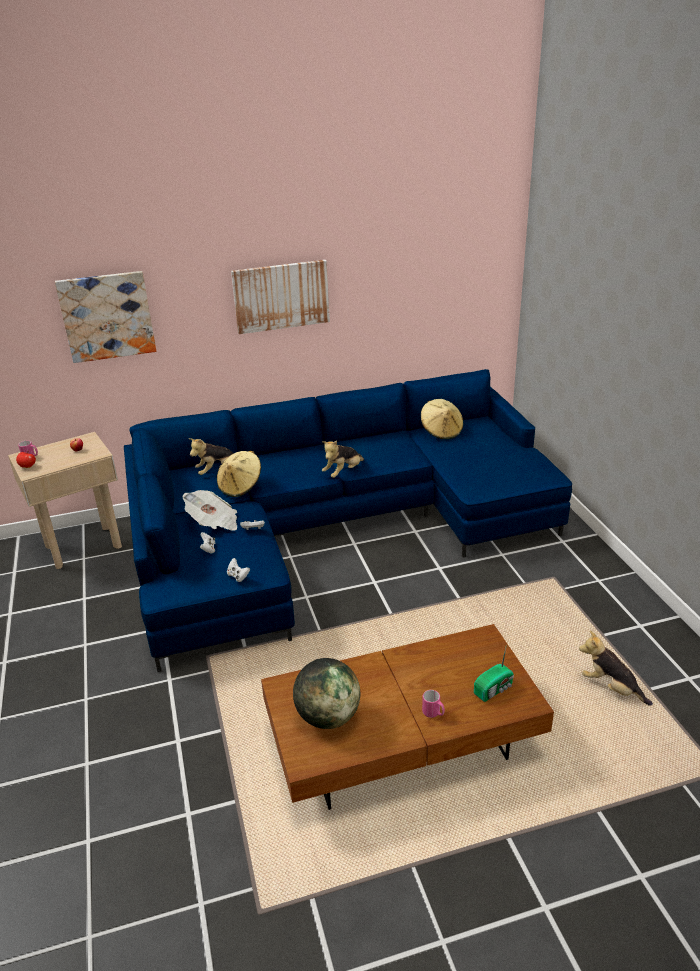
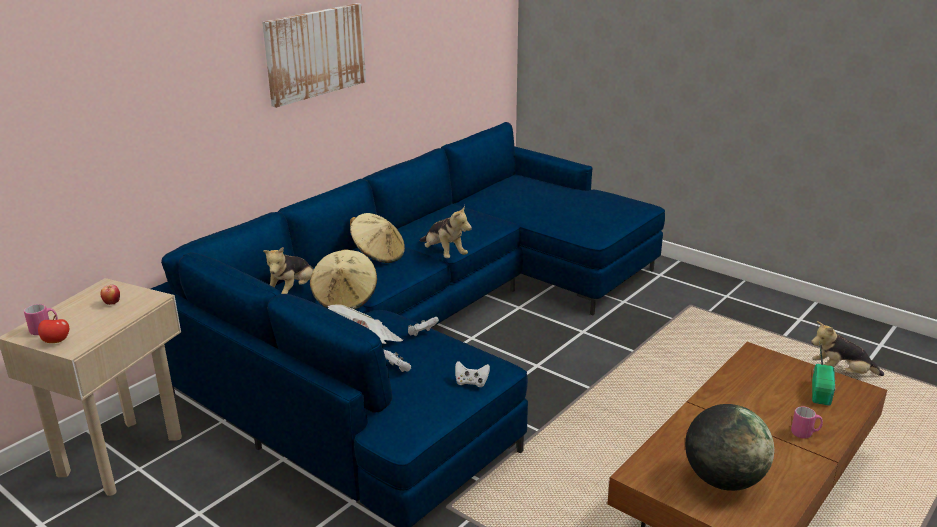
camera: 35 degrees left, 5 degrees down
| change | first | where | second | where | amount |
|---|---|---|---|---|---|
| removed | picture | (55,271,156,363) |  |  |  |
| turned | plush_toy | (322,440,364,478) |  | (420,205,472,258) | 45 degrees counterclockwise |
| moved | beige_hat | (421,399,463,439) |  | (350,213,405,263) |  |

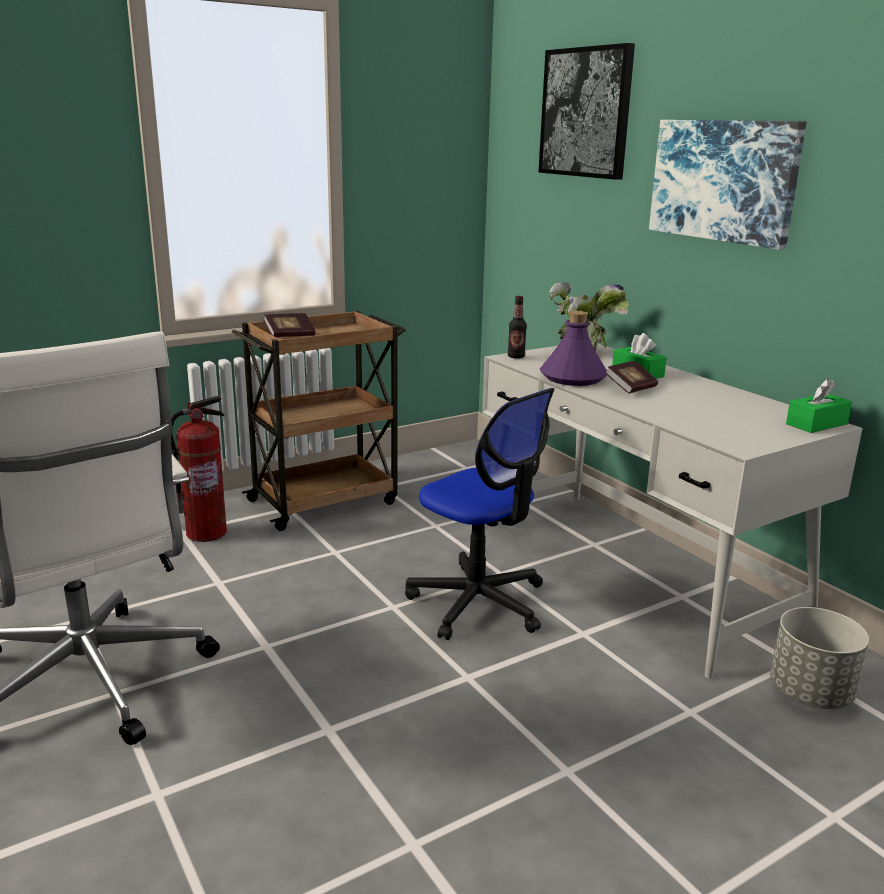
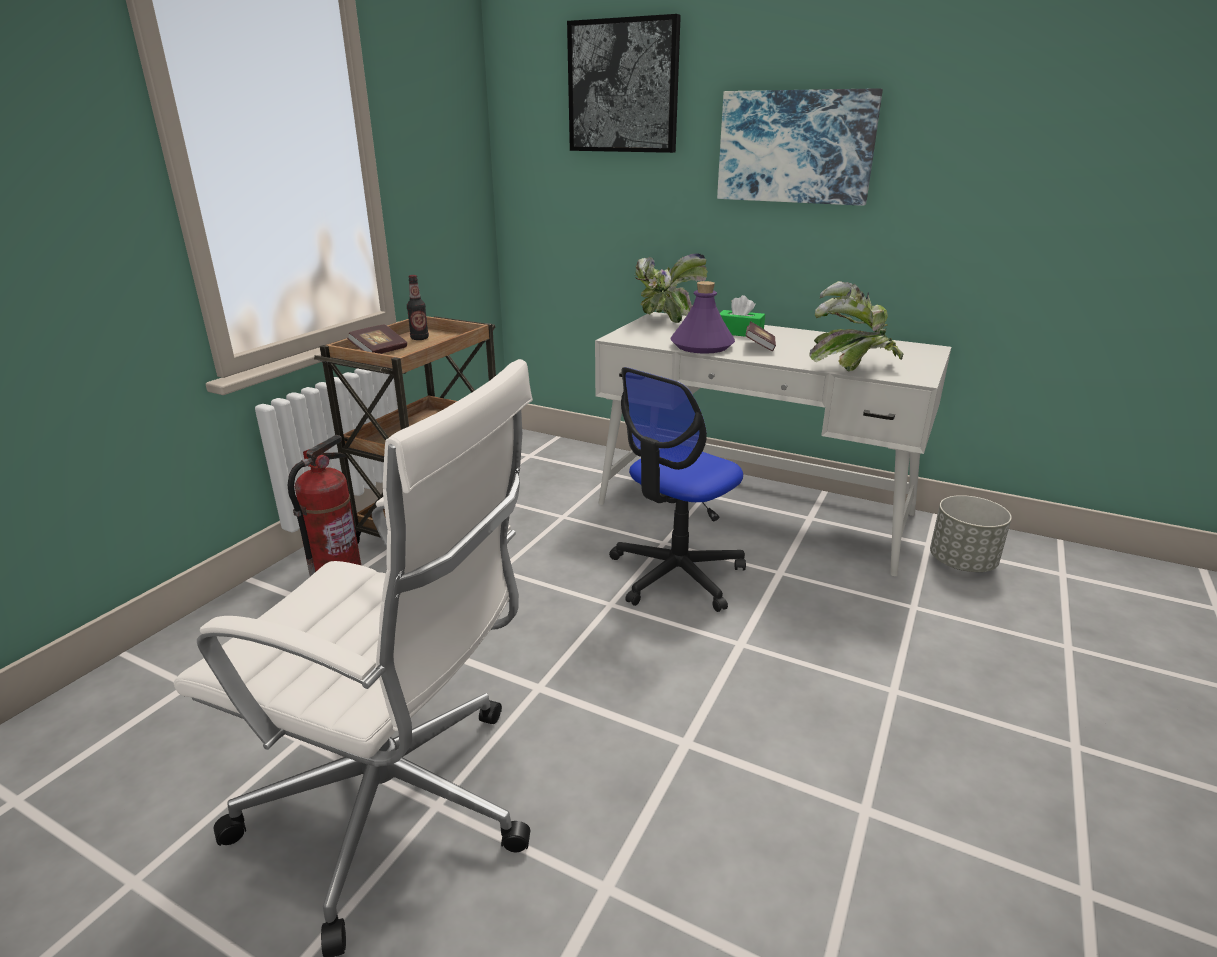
camera: 30 degrees left, 5 degrees up
| change | first | where | second | where | amount |
|---|---|---|---|---|---|
| turned | office_chair | (405,388,555,640) |  | (609,367,746,612) | 120 degrees clockwise |
| moved | bottle | (508,296,527,359) |  | (407,275,429,340) |  |
| removed | green_tissue_box | (786,378,852,433) |  |  |  |
| added |  |  | potted_plant | (810,281,903,372) |  |

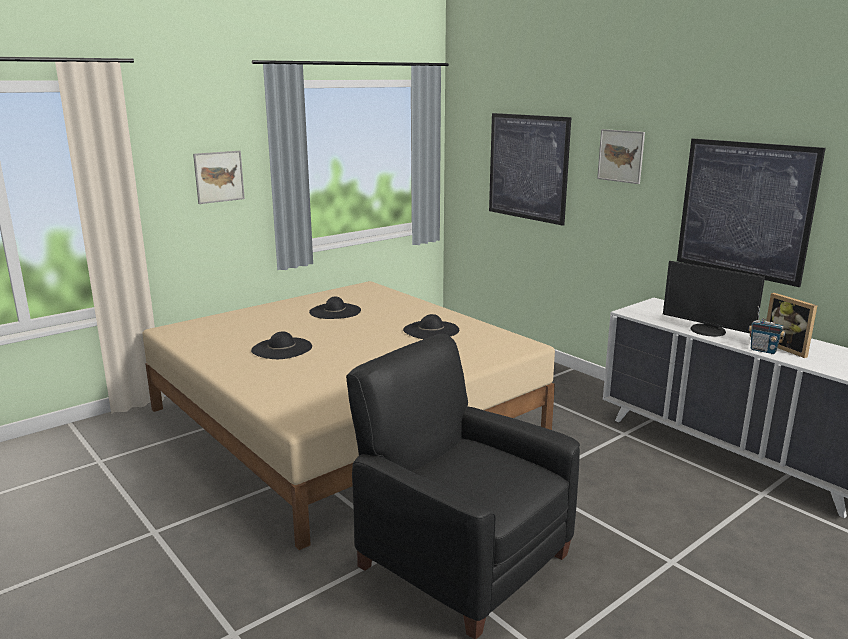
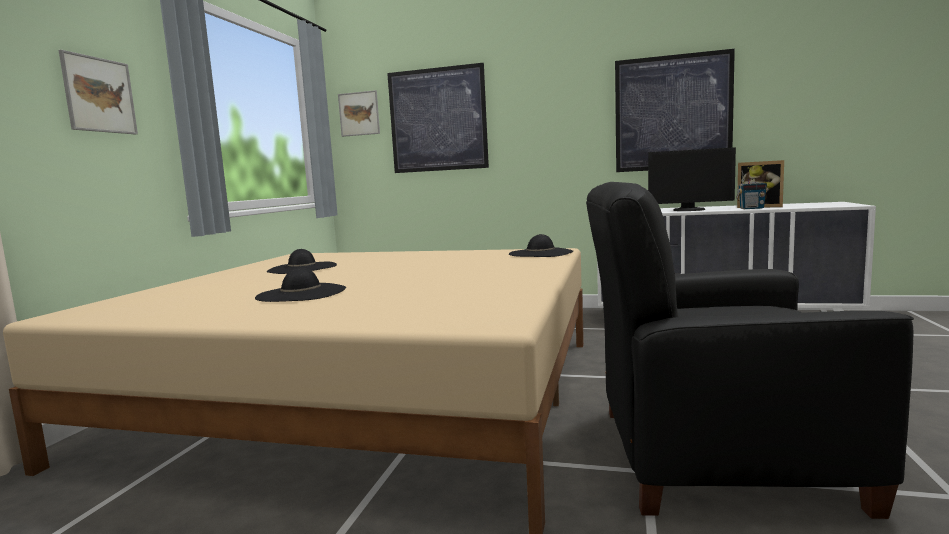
camera: 35 degrees left, 10 degrees down
| change | first | where | second | where | amount |
|---|---|---|---|---|---|
| moved | black_hat | (403,314,459,339) |  | (509,234,573,257) |  |
| moved | picture | (597,129,645,184) |  | (338,90,380,137) |  |

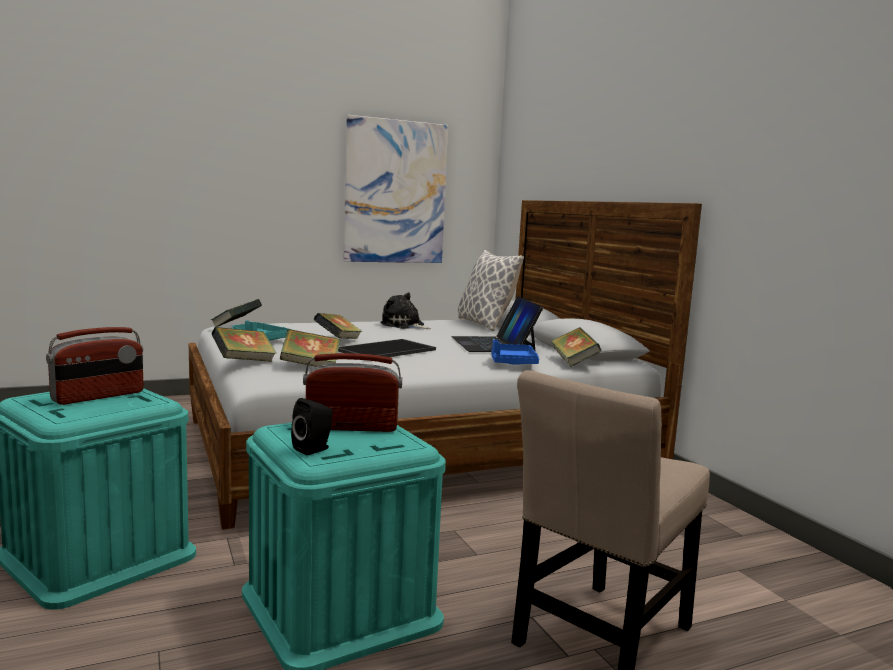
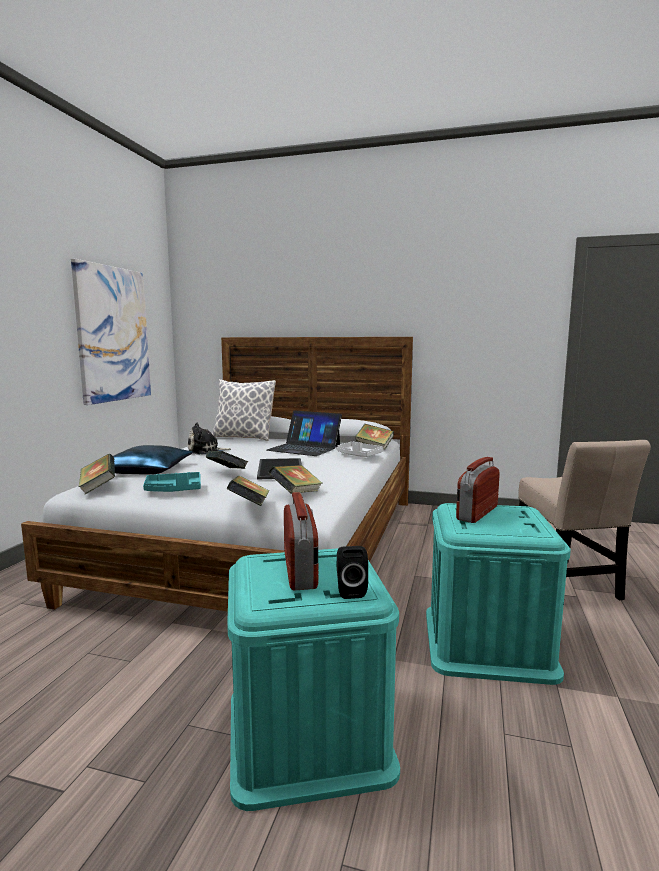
camera: 50 degrees left, 0 degrees up
| change | first | where | second | where | amount |
|---|---|---|---|---|---|
| moved | black_speaker | (291,398,333,455) |  | (337,546,368,599) |  |
| recoloured | blue_tray | (492,339,539,365) | grey_tray | (337,441,384,457) |  |
| added |  |  | blue_pillow | (113,445,193,474) |  |

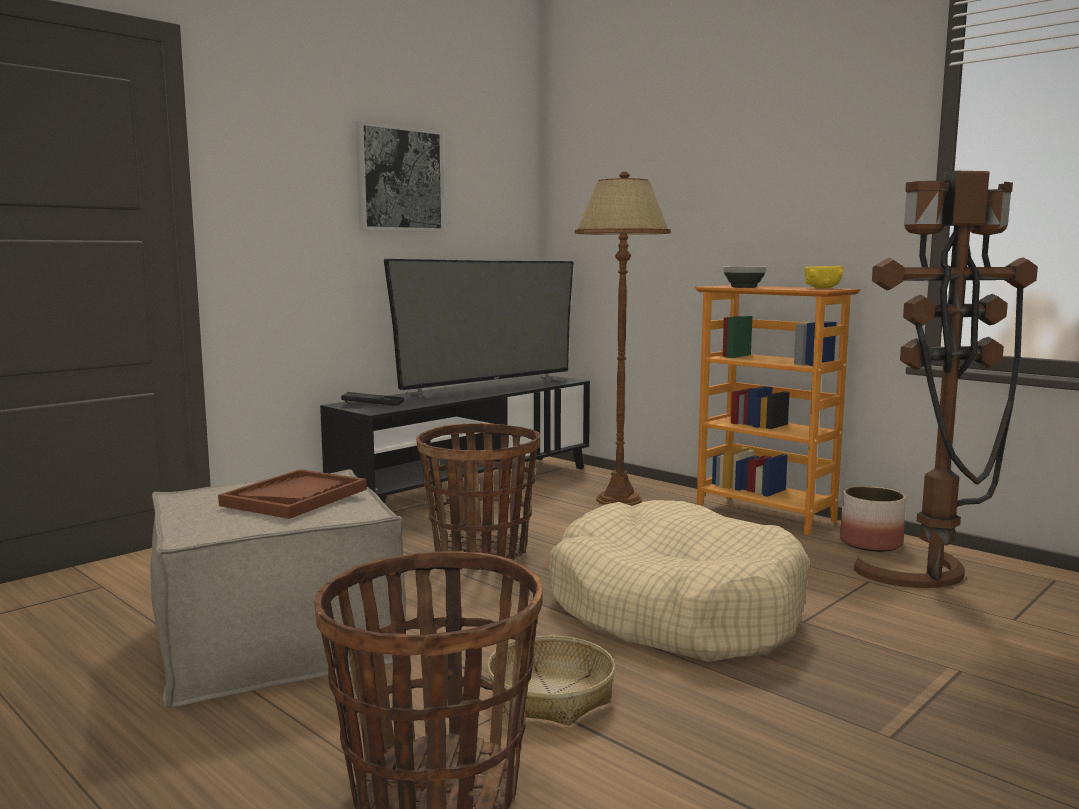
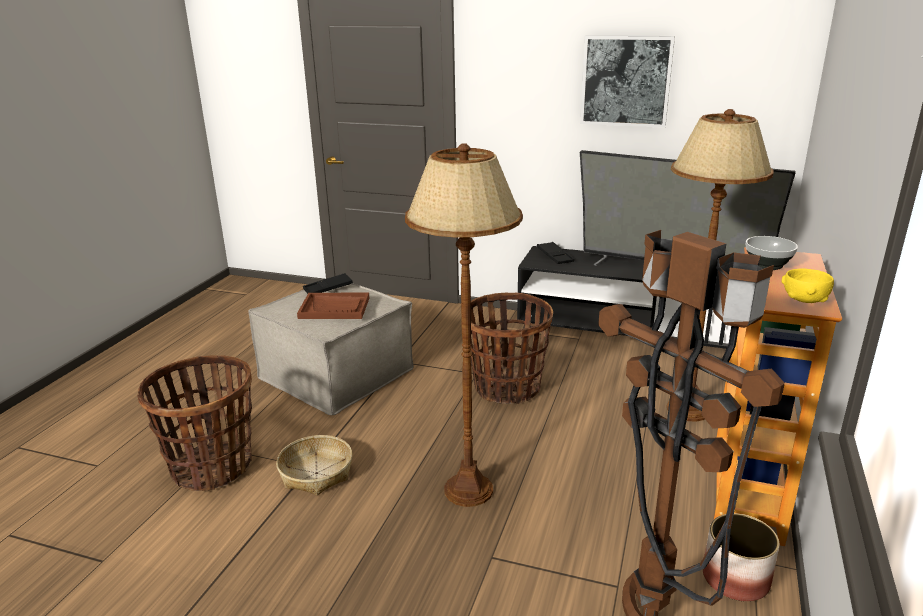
camera: 65 degrees right, 15 degrees up
| change | first | where | second | where | amount |
|---|---|---|---|---|---|
| replaced | beige_dog_bed | (549,500,809,662) | brown_floor_lamp | (405,143,523,507) |  |
| added |  |  | black_tray | (303,273,353,294) |  |

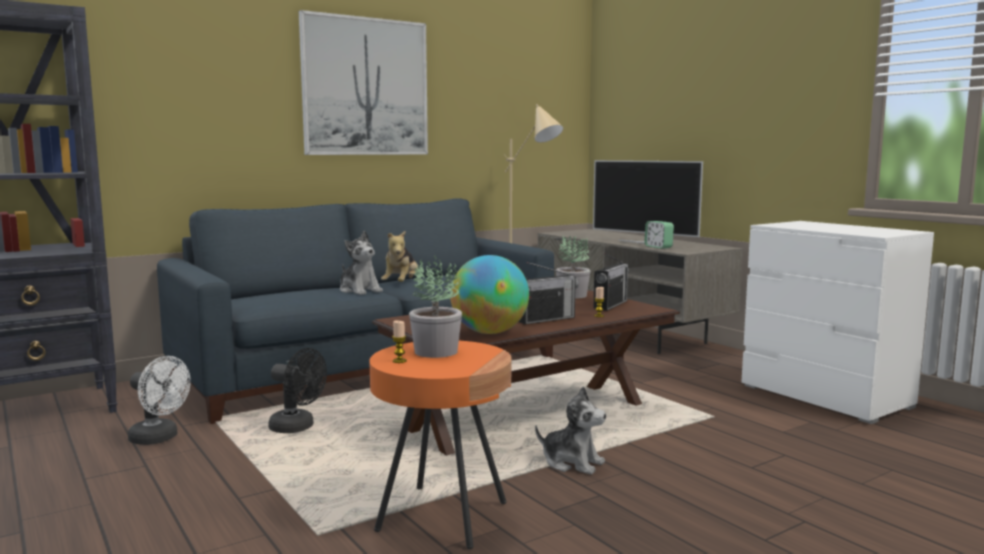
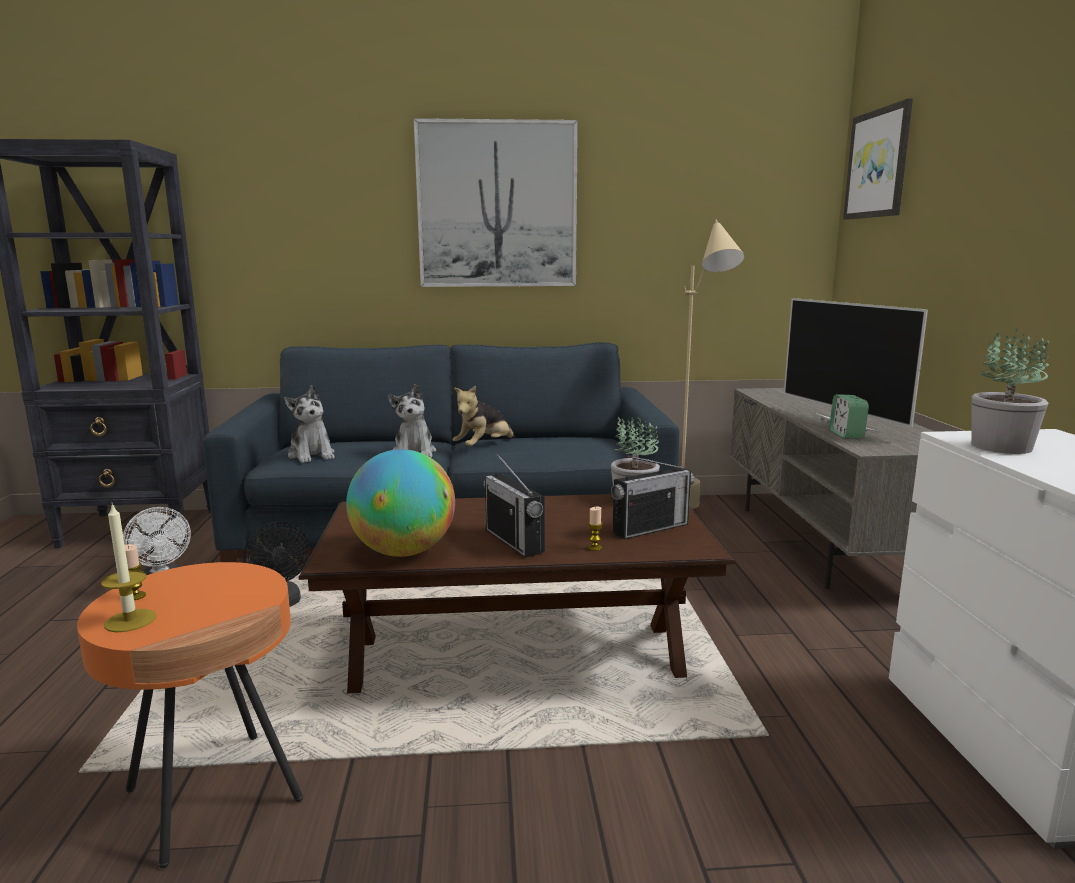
camera: 30 degrees right, 5 degrees up
| change | first | where | second | where | amount |
|---|---|---|---|---|---|
| moved | potted_plant | (409,255,462,358) |  | (971,328,1049,454) |  |
| turned | radio | (519,262,579,325) |  | (483,453,545,558) | 60 degrees clockwise |
| moved | plush_toy | (535,386,606,475) |  | (284,385,335,463) |  |
| added |  |  | candle | (101,503,156,632) |  |
| added |  |  | picture | (843,98,913,220) |  |

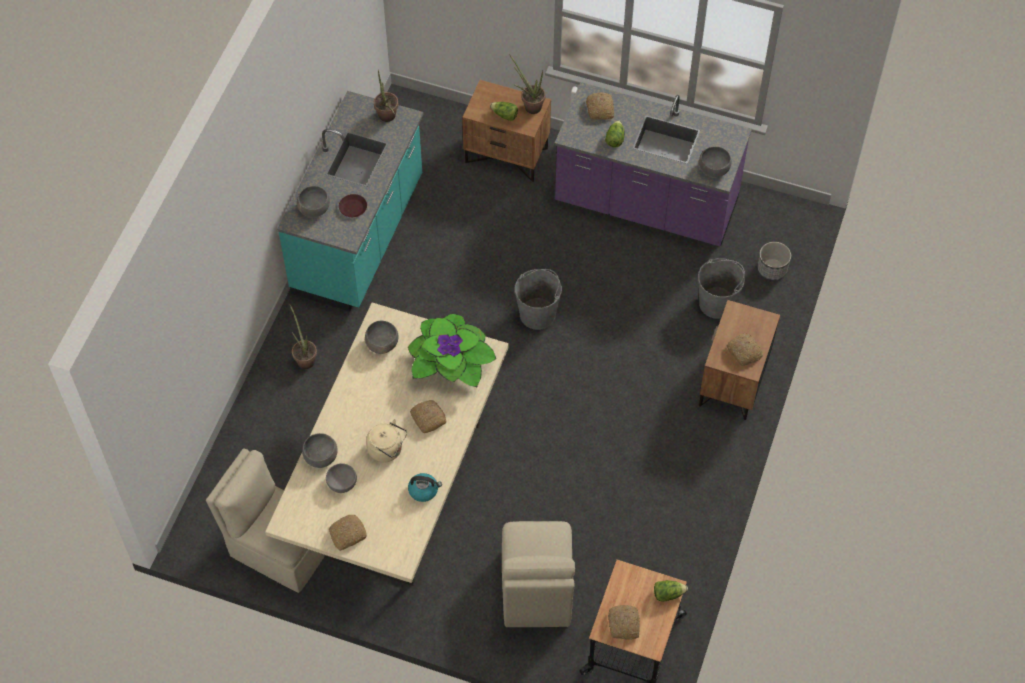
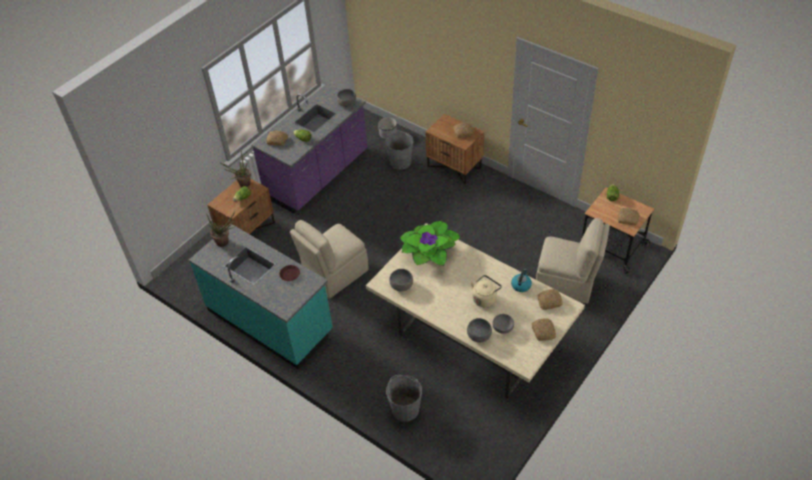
camera: 70 degrees left, 10 degrees down
| change | first | where | second | where | amount |
|---|---|---|---|---|---|
| moved | beige_chair | (206,448,325,593) |  | (290,220,368,298) |  |
| removed | potted_plant | (289,304,317,369) |  |  |  |
| removed | grey_bowl | (297,186,330,217) |  |  |  |
| moved | bread | (410,400,447,433) |  | (538,289,563,310) |  |
| moved | grey_bucket | (515,269,562,330) |  | (386,375,422,422) |  |

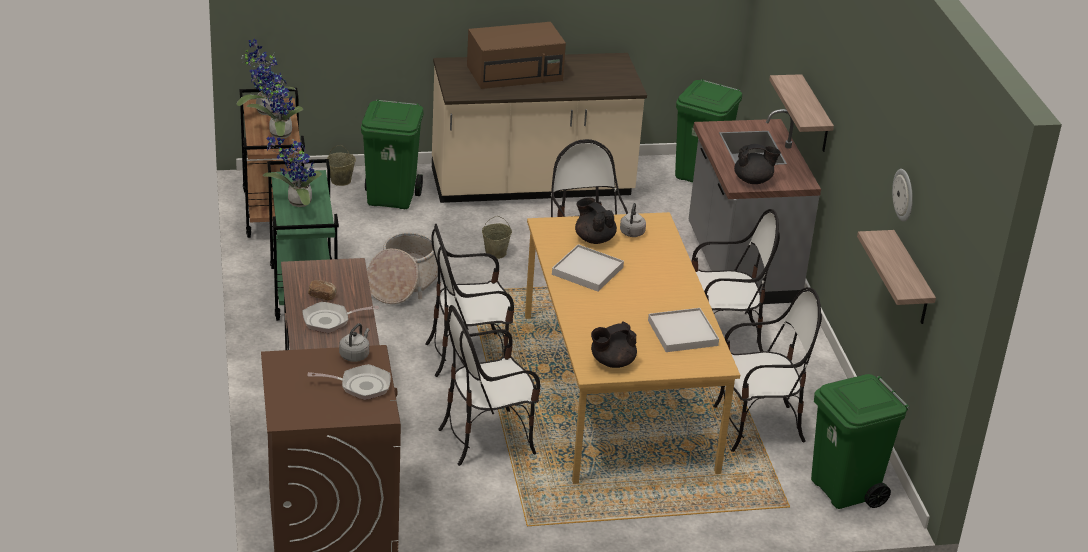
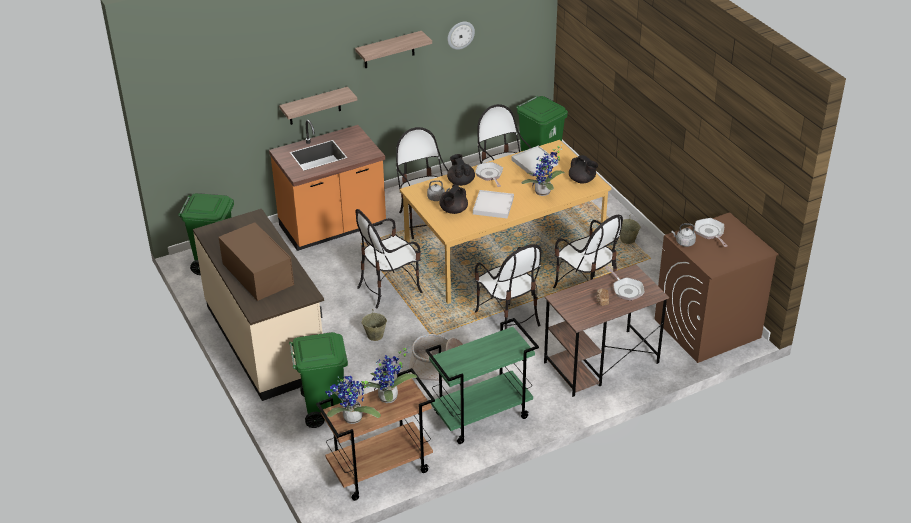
camera: 105 degrees left, 5 degrees up
| change | first | where | second | where | amount |
|---|---|---|---|---|---|
| moved | potted_plant | (263,137,322,207) |  | (522,145,564,196) |  |
| moved | beige_bucket | (327,145,356,186) |  | (620,217,641,244) |  |
| recoloured | grey_counter | (688,109,821,304) | orange_counter | (269,120,386,251) |  |
| moved | black_teapot | (734,144,781,184) |  | (447,154,475,186) |  |
| moved | shelf | (857,230,936,324) |  | (355,31,432,68) |  |
| added |  |  | frying_pan | (475,162,503,187) |  |

